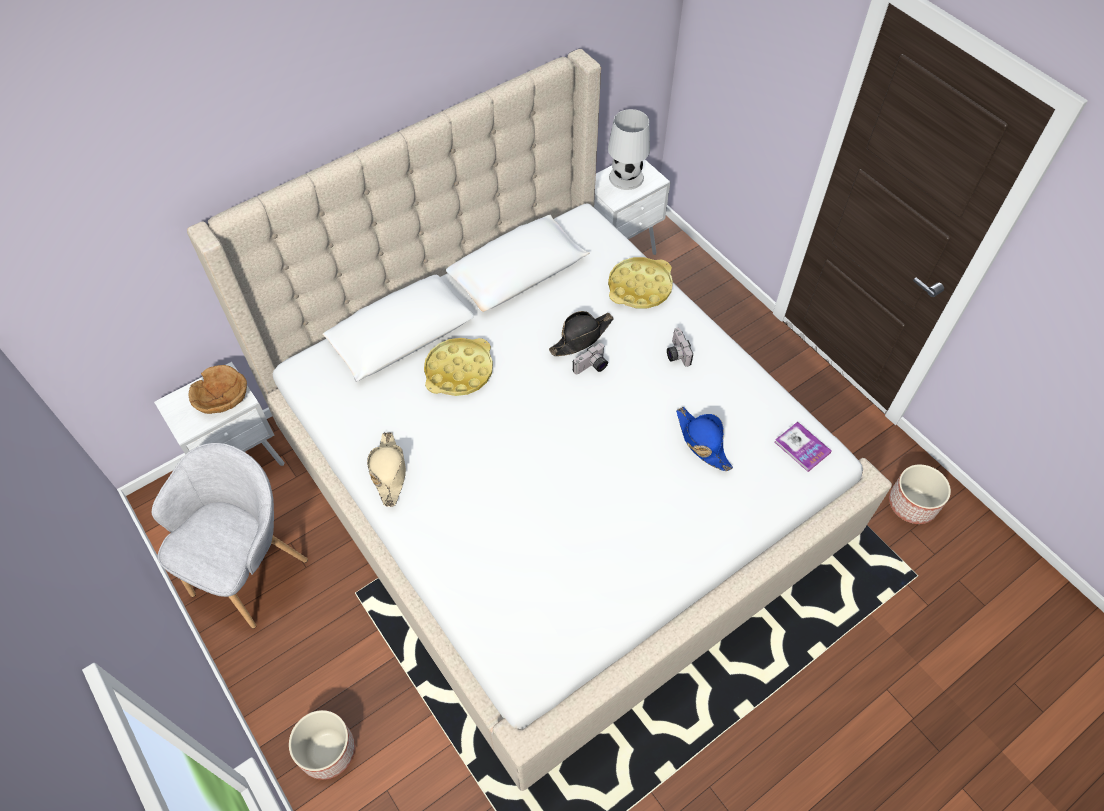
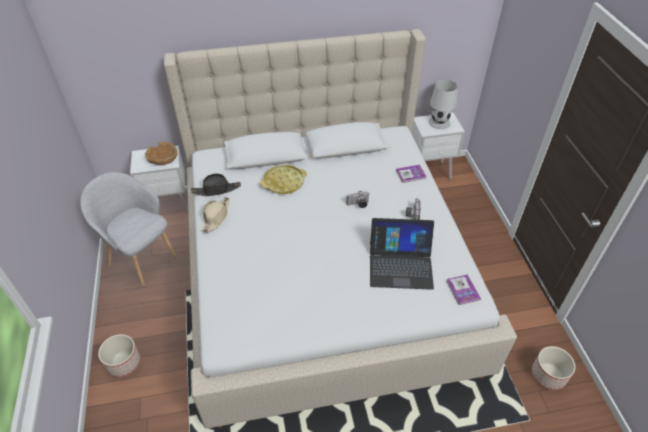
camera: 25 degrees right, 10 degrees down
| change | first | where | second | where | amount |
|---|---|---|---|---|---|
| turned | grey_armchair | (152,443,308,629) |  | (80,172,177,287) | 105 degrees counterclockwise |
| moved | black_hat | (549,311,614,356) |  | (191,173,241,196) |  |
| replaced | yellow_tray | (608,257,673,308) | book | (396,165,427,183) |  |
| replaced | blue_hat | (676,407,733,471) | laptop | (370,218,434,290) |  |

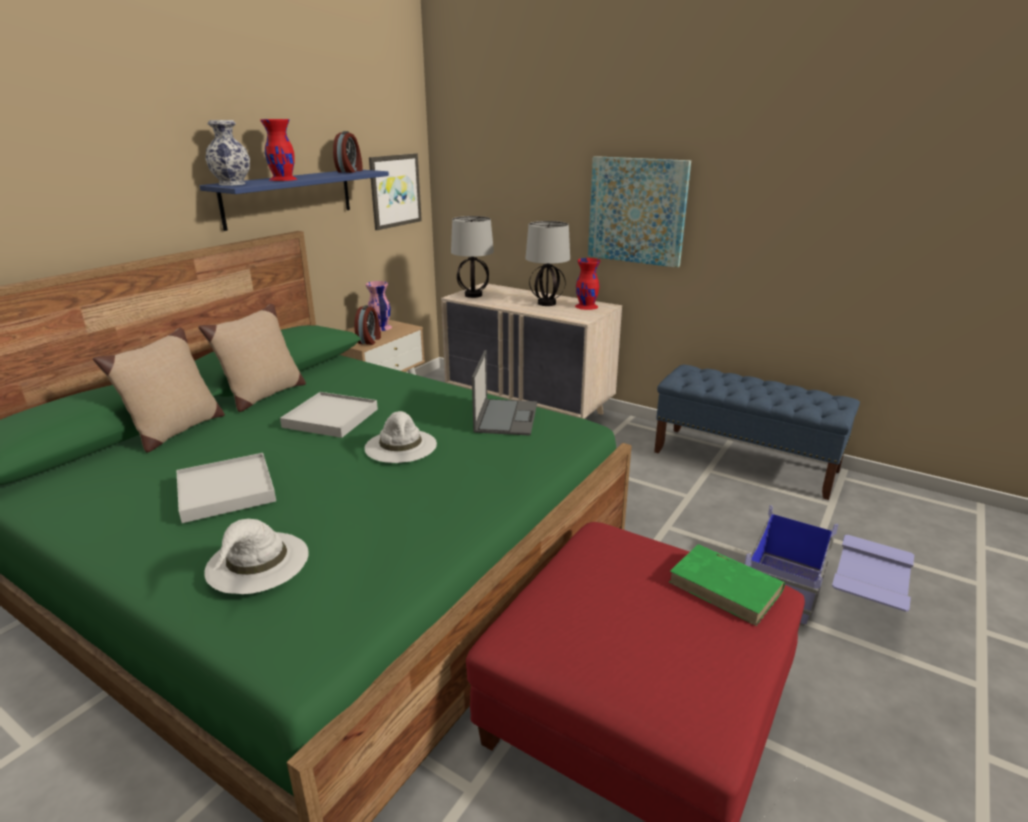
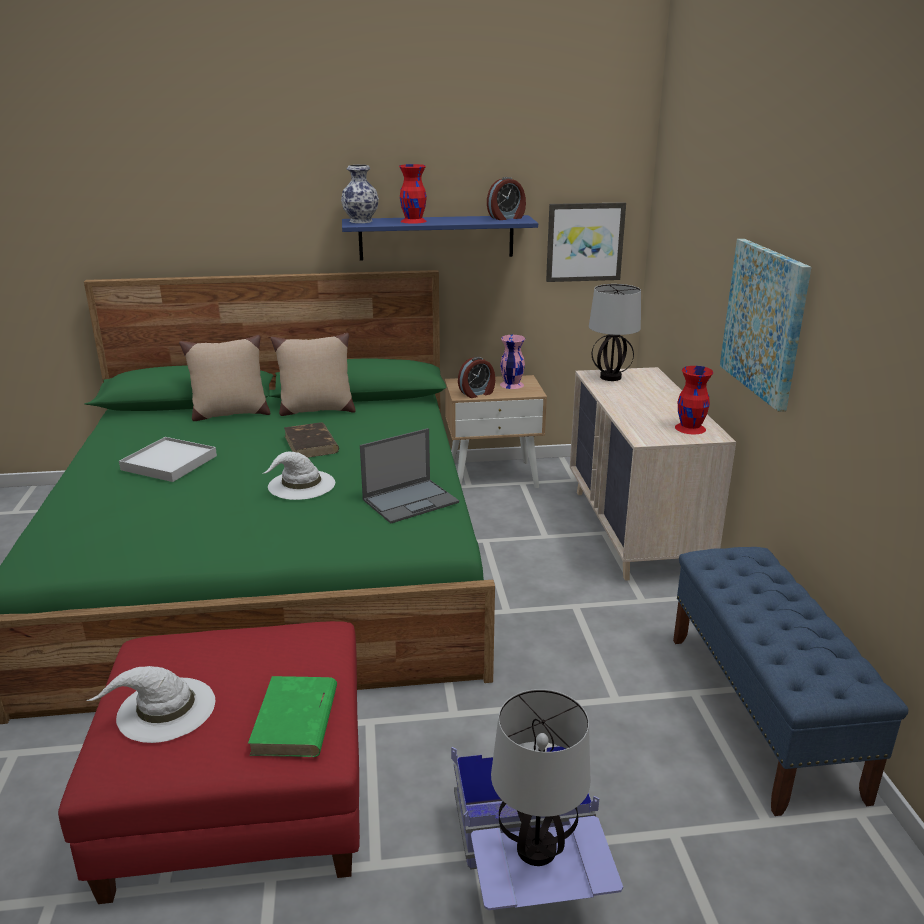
camera: 50 degrees right, 0 degrees up
| change | first | where | second | where | amount |
|---|---|---|---|---|---|
| moved | white_hat | (204,519,309,594) |  | (86,666,215,743) |  |
| replaced | white_tray | (280,392,378,438) | brown_book | (284,422,339,458) |  |
| moved | table_lamp | (525,221,570,306) |  | (491,689,590,866) |  |

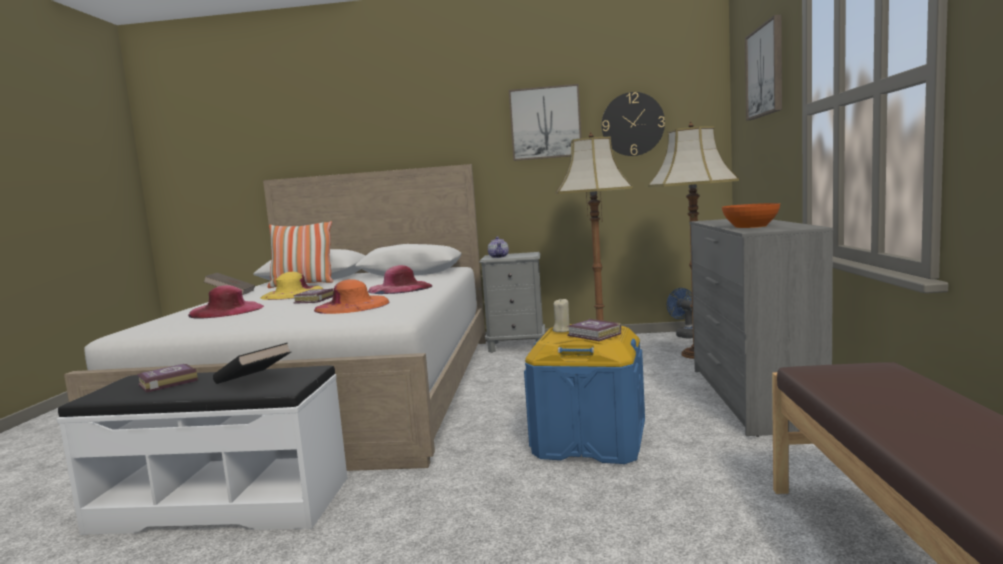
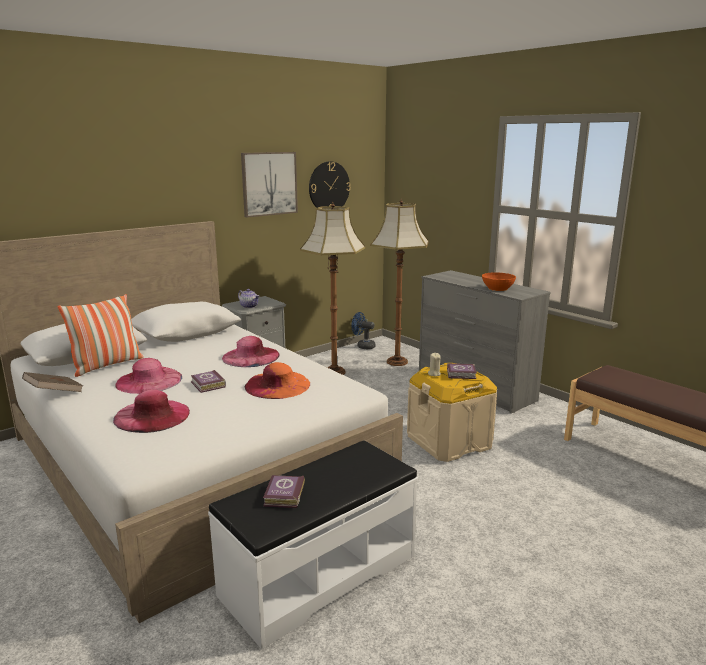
camera: 45 degrees left, 10 degrees up
| change | first | where | second | where | amount |
|---|---|---|---|---|---|
| removed | black_book | (213,343,291,384) |  |  |  |
| recoloured | yellow_hat | (260,272,323,300) | pink_hat | (115,358,182,394) |  |
| recoloured | blue_storage_box | (524,324,645,464) | beige_storage_box | (407,363,497,462) |  |
| removed | picture | (745,15,782,120) |  |  |  |

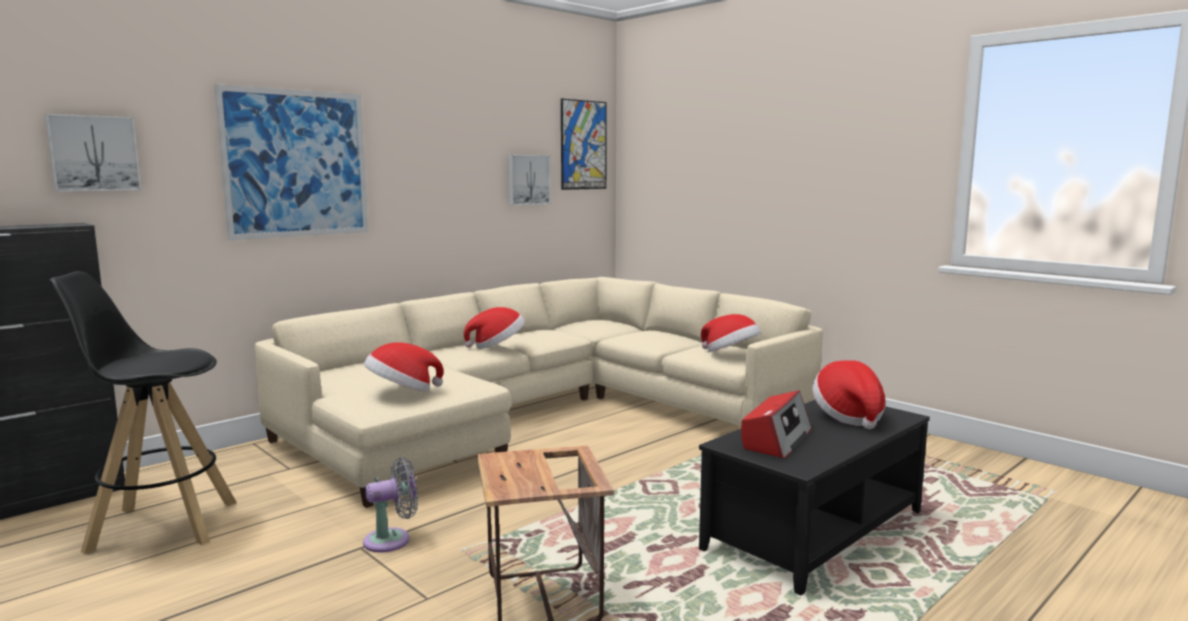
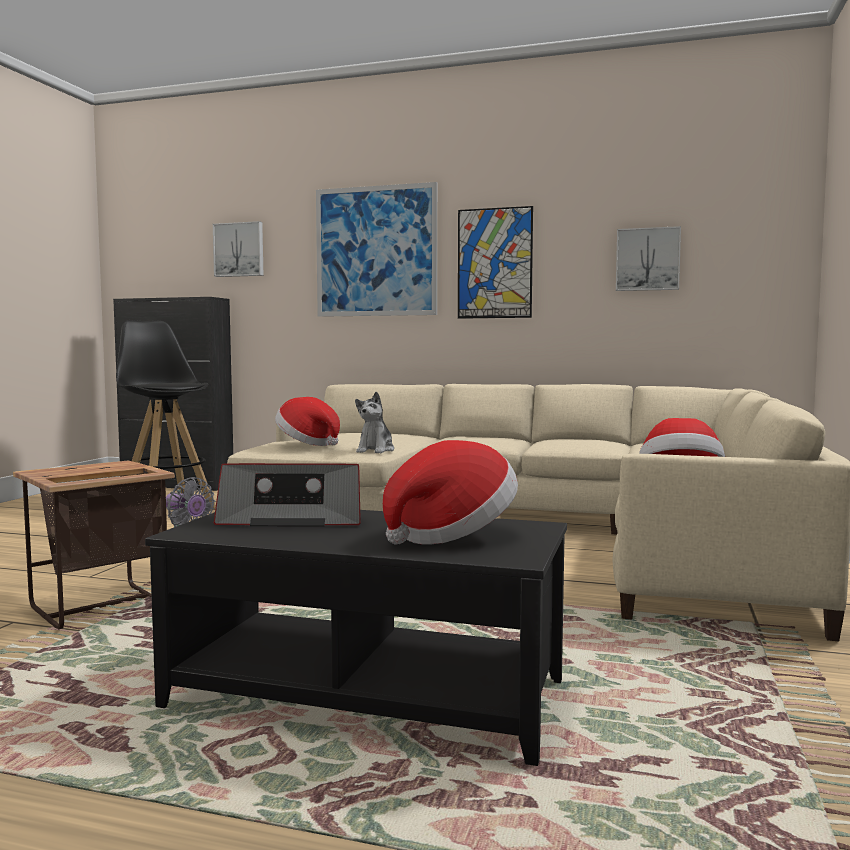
camera: 60 degrees right, 5 degrees down
| change | first | where | second | where | amount |
|---|---|---|---|---|---|
| removed | hat | (464,307,525,349) |  |  |  |
| moved | picture | (561,99,607,190) |  | (458,206,533,319) |  |
| added |  |  | plush_toy | (355,392,395,453) |  |

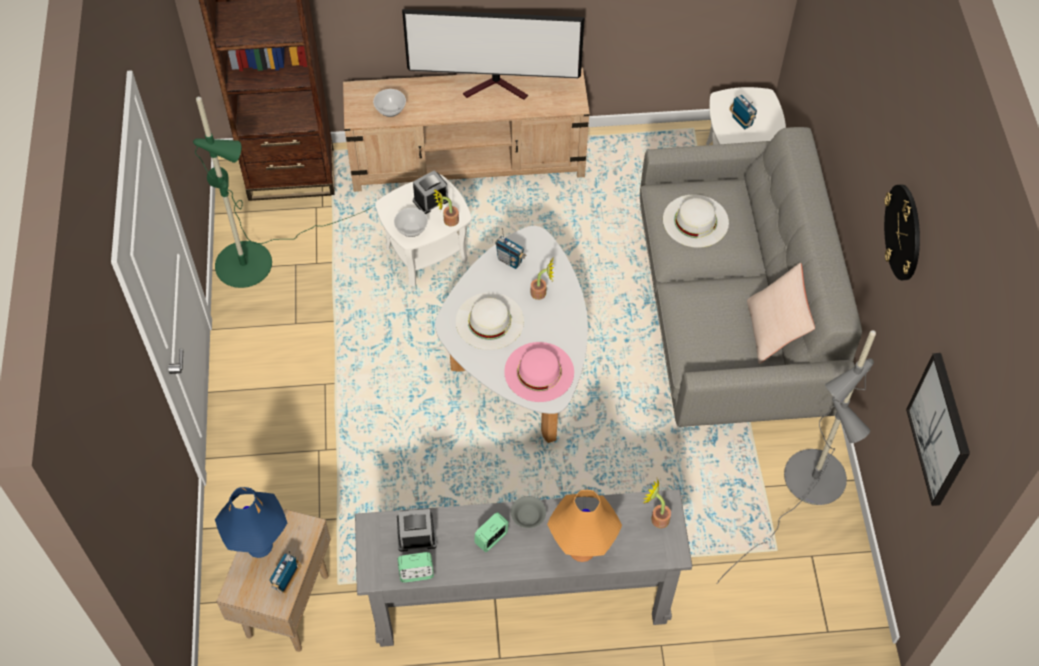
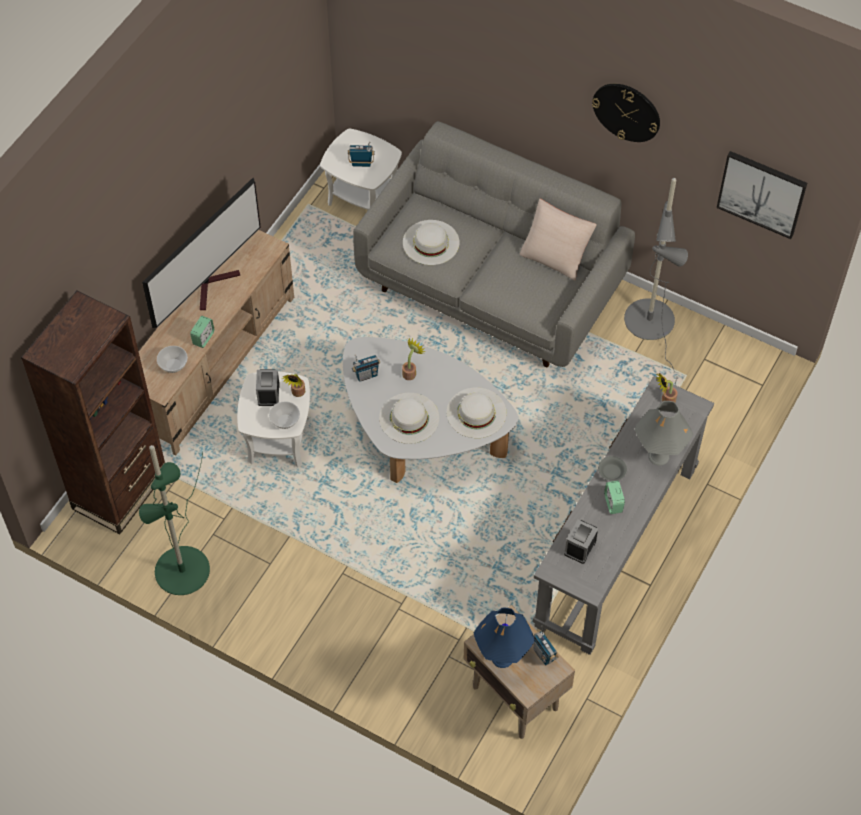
camera: 55 degrees left, 0 degrees up
| change | first | where | second | where | amount |
|---|---|---|---|---|---|
| moved | alarm_clock | (398,552,434,582) |  | (190,316,214,348) |  |
| recoloured | pink_hat | (504,342,574,402) | white_hat | (446,387,507,438) |  |
| recoloured | orange_table_lamp | (547,490,622,562) | grey_table_lamp | (634,401,693,465) |  |

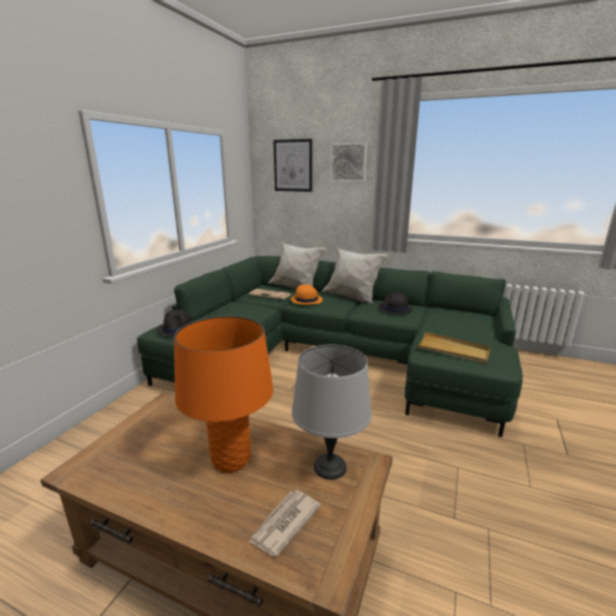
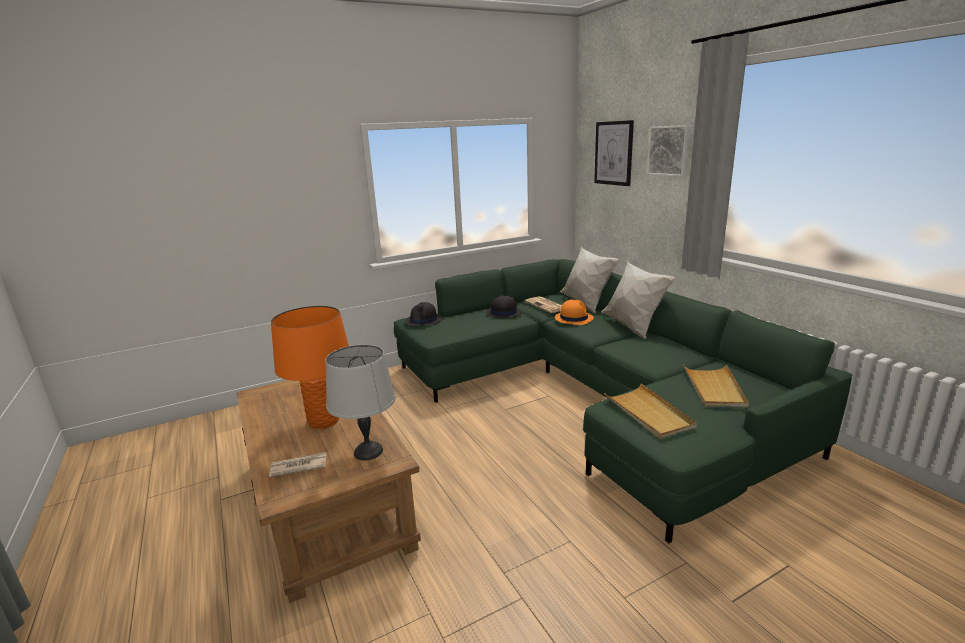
camera: 40 degrees right, 0 degrees up
| change | first | where | second | where | amount |
|---|---|---|---|---|---|
| moved | black_hat | (378,292,413,314) |  | (486,295,522,318) |  |
| added |  |  | beige_tray | (683,364,749,408) |  |

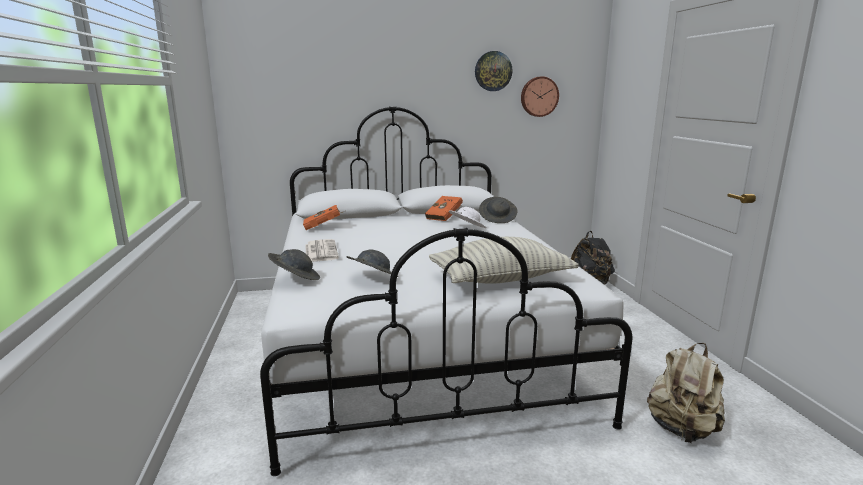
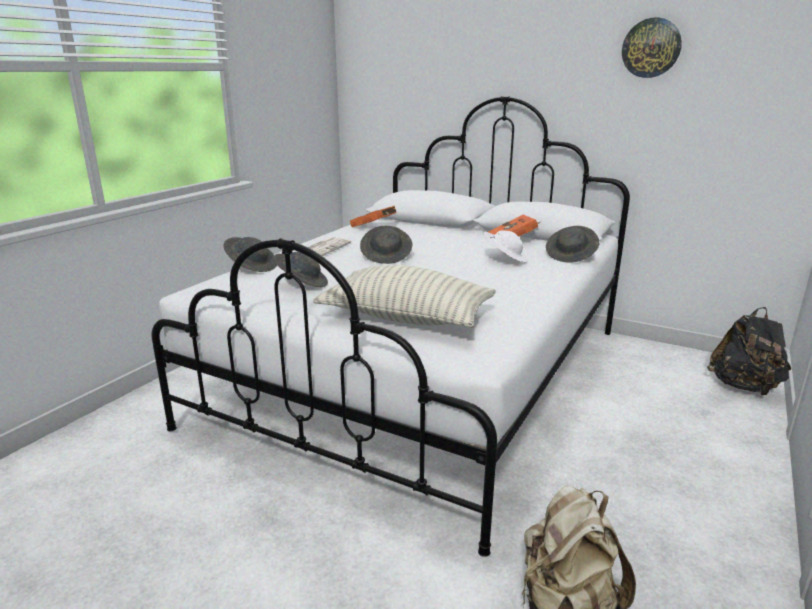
camera: 40 degrees right, 5 degrees up
| change | first | where | second | where | amount |
|---|---|---|---|---|---|
| removed | wall_clock | (521,76,559,117) |  |  |  |
| added |  |  | grey_hat | (360,226,412,264) |  |

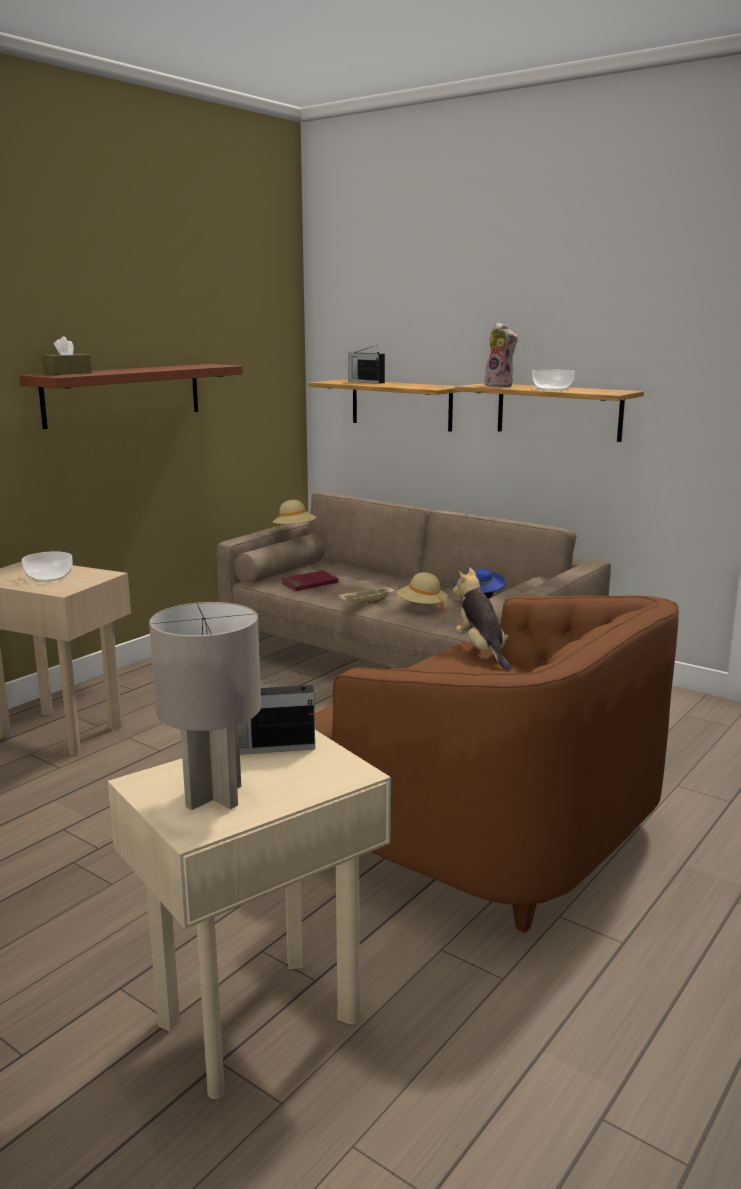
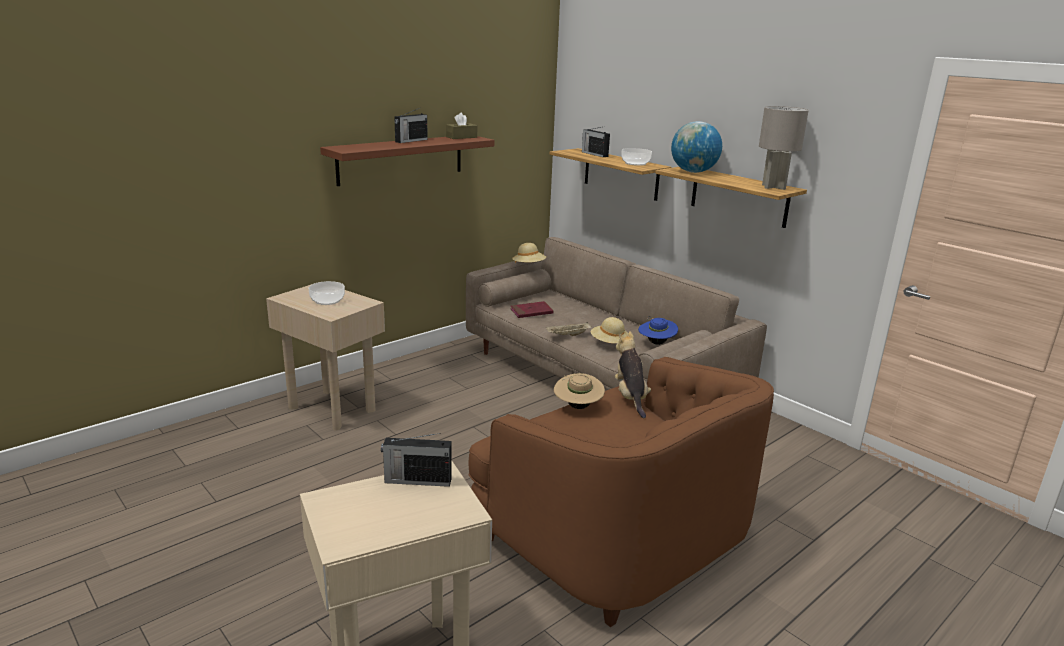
camera: 10 degrees right, 5 degrees up
| change | first | where | second | where | amount |
|---|---|---|---|---|---|
| moved | brown_tissue_box | (42,336,92,375) |  | (446,113,477,139) |  |
| moved | grey_table_lamp | (149,602,261,810) |  | (759,106,809,190) |  |
| replaced | plush_toy | (484,322,518,387) | globe | (671,121,722,173) |  |
| moved | bowl | (532,369,575,390) |  | (621,148,652,166) |  |
| added |  |  | radio | (394,108,428,143) |  |
| added |  |  | beige_hat | (554,373,605,409) |  |

